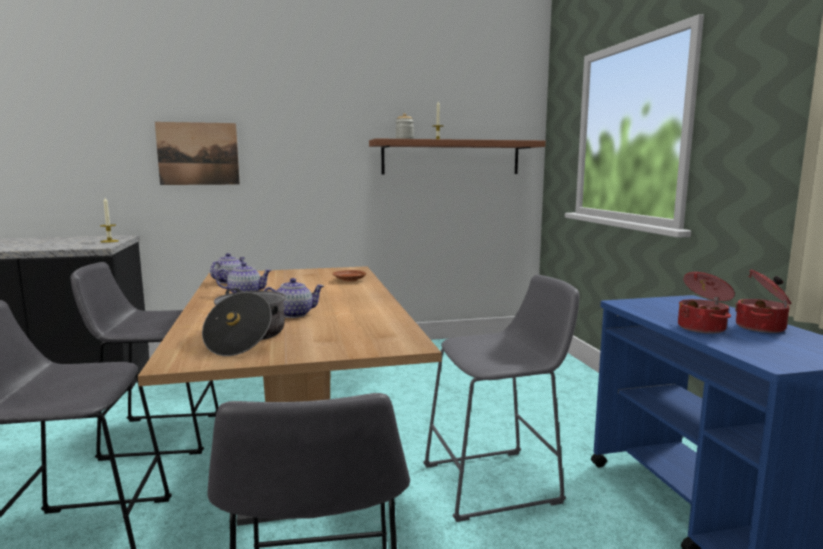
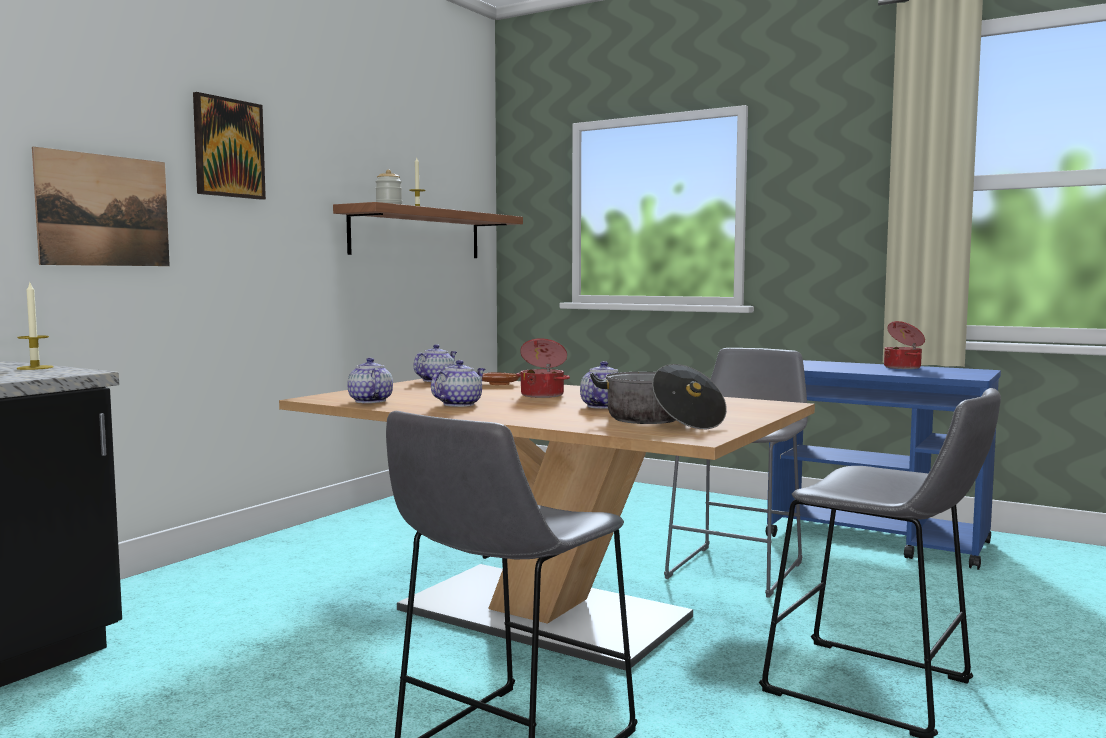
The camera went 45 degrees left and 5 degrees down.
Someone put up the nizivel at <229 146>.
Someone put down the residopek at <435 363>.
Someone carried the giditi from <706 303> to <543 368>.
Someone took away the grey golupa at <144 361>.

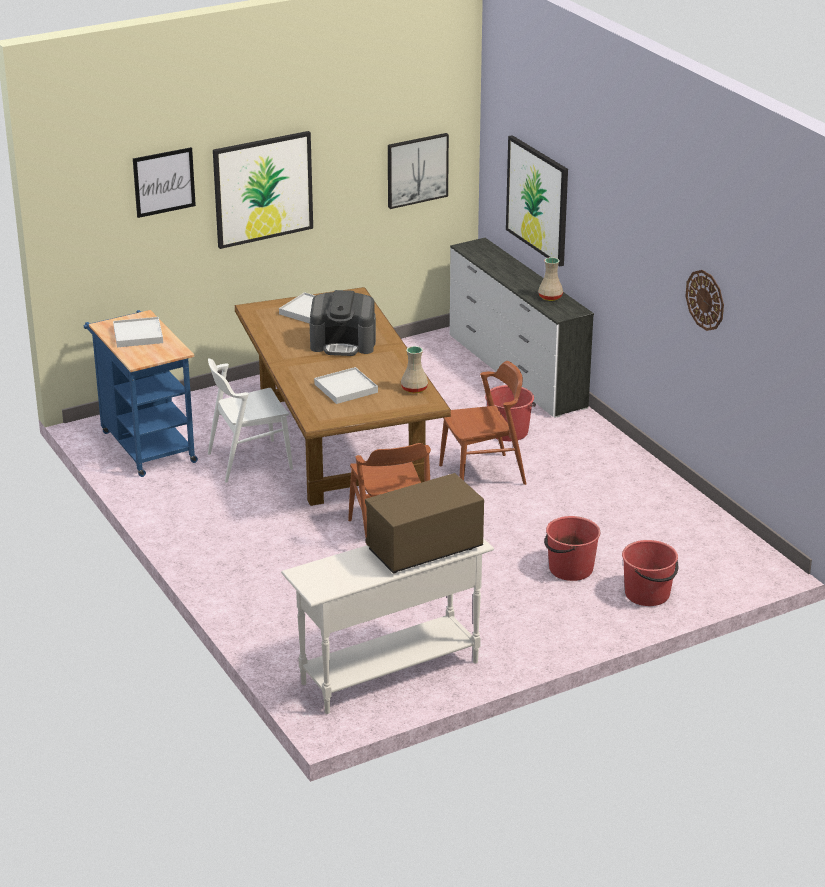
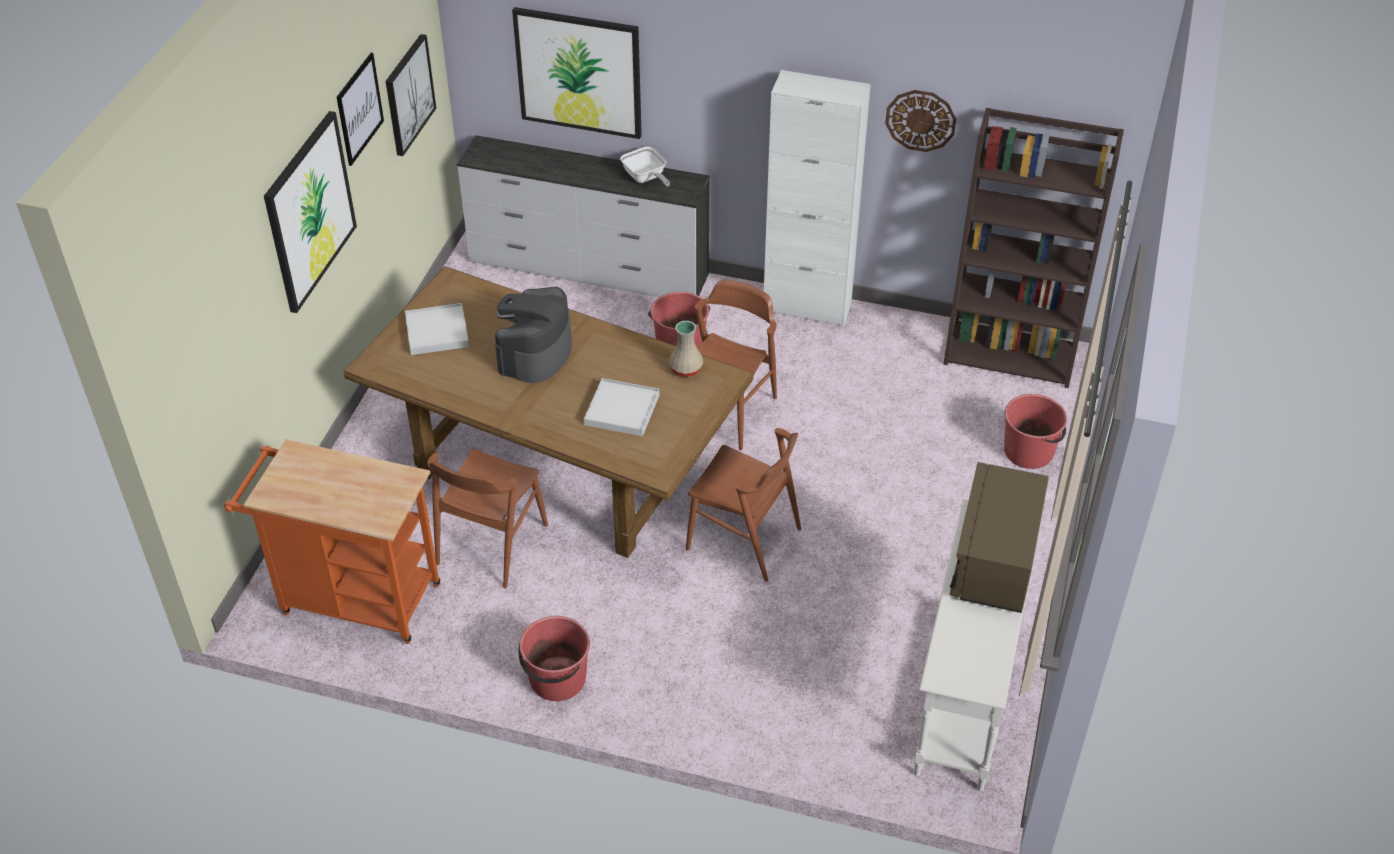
The camera went 45 degrees left and 15 degrees up.
Someone repainted the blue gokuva at <141 393>, which became the orange gokuva at <332 541>.
Someone carried the nizivel from <164 182> to <360 109>.
Someone repainted the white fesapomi at <250 420>, which became the brown fesapomi at <488 518>.
Someone rotated the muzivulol at <343 323> by 150 degrees clockwise.
Someone carried the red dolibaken from <572 548> to <554 658>.
Someone swapped the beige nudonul at <550 279> for the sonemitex at <645 167>.
Someone put down the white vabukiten at <817 198>.
Someone put down the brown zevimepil at <1033 248>.
Someone took away the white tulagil at <138 332>.

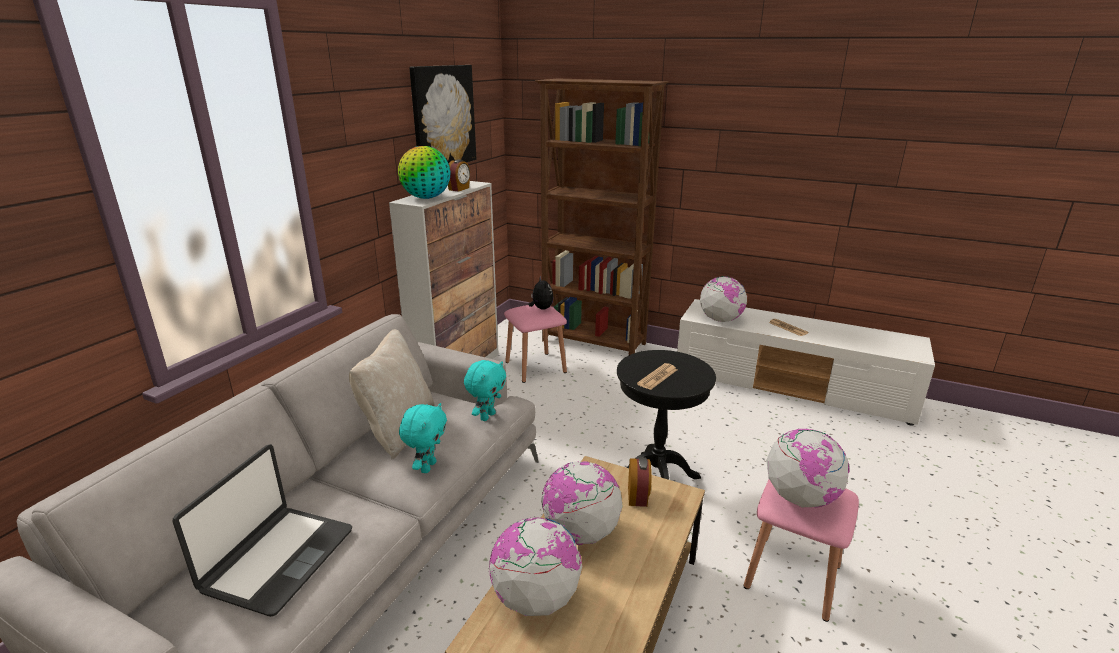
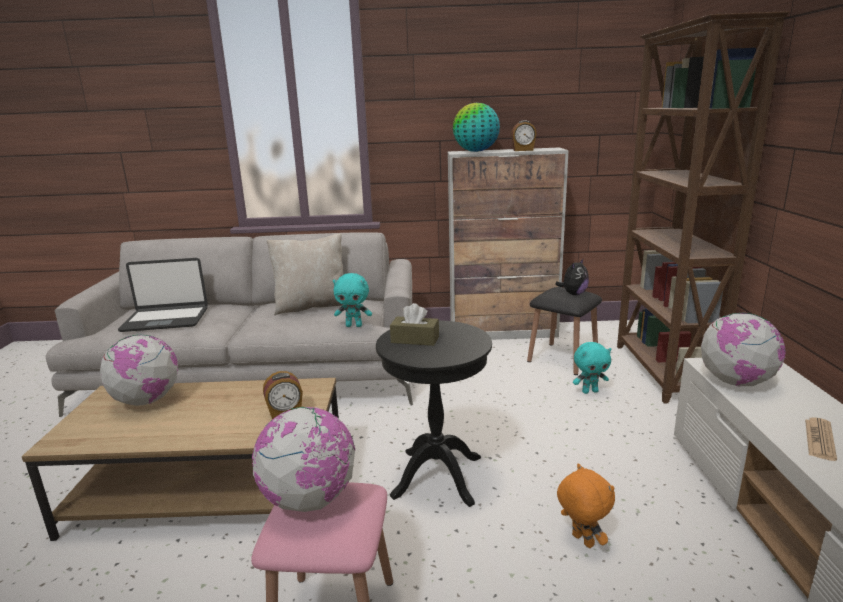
The camera went 65 degrees right and 5 degrees down.
Someone swapped the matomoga at <657 376> for the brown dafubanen at <414 324>.
Someone repainted the pink golupa at <535 343>, which became the black golupa at <564 331>.
Someone put down the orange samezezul at <586 505>.
Someone carried the turquoise samezezul from <423 438> to <592 368>.
Someone took away the nizivel at <442 114>.
Someone took away the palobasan at <582 503>.

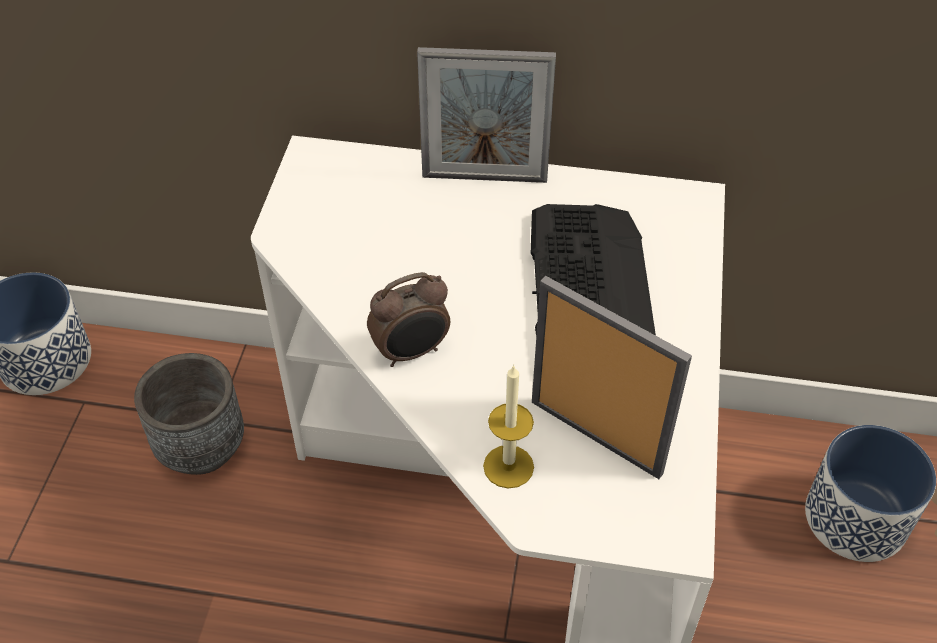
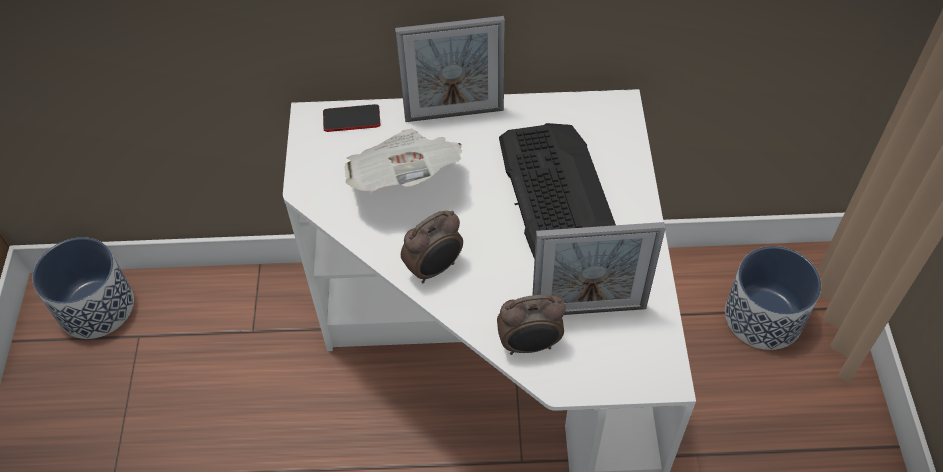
The camera went 10 degrees left and 5 degrees up.
Someone put down the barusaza at <351 118>.
Someone put down the matomoga at <403 160>.
Someone swapped the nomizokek at <508 426> for the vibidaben at <531 325>.
Someone rotated the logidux at <612 377> by 150 degrees clockwise.
Someone took away the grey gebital at <189 414>.

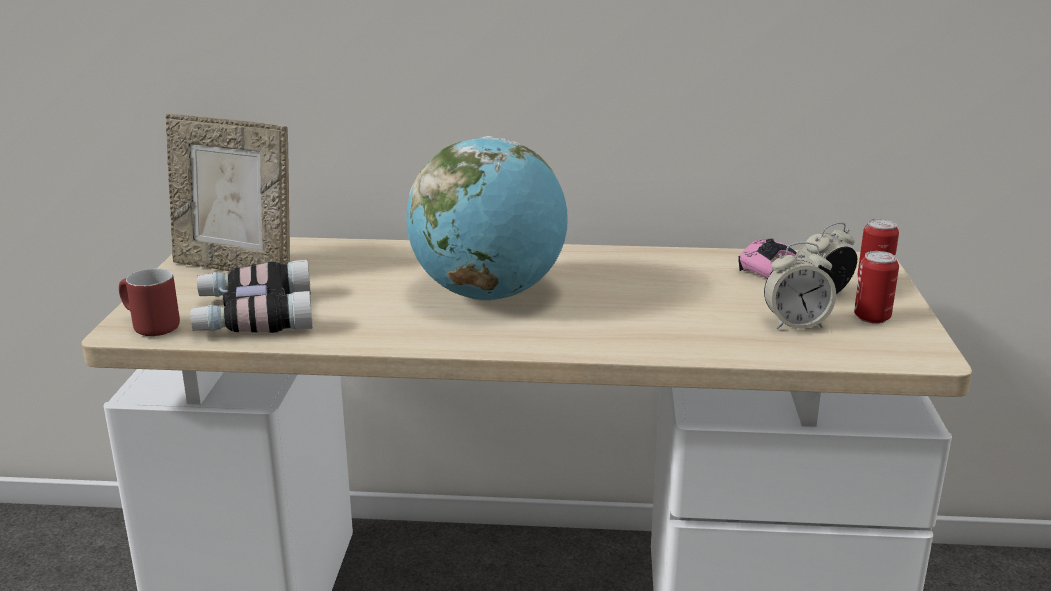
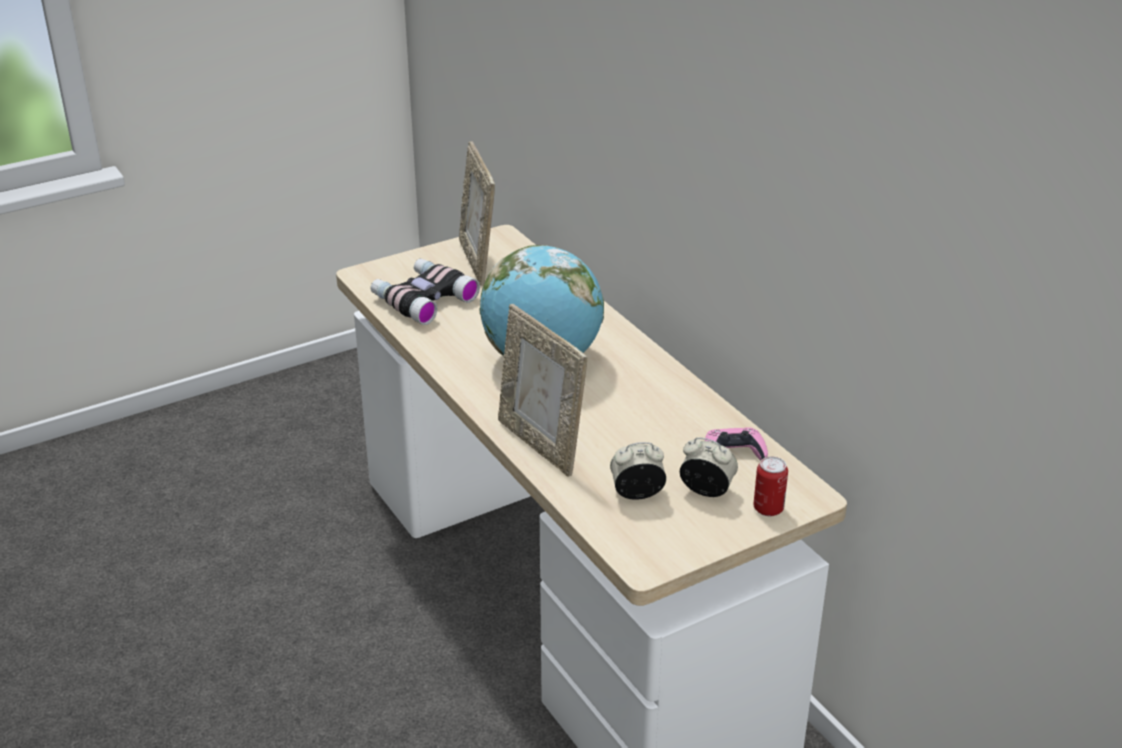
The camera went 55 degrees right and 10 degrees up.
Someone put down the logidux at <542 390>.
Someone rotated the vibidaben at <800 285> by 120 degrees clockwise.
Someone took away the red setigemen at <149 302>.
Someone took away the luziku at <876 287>.

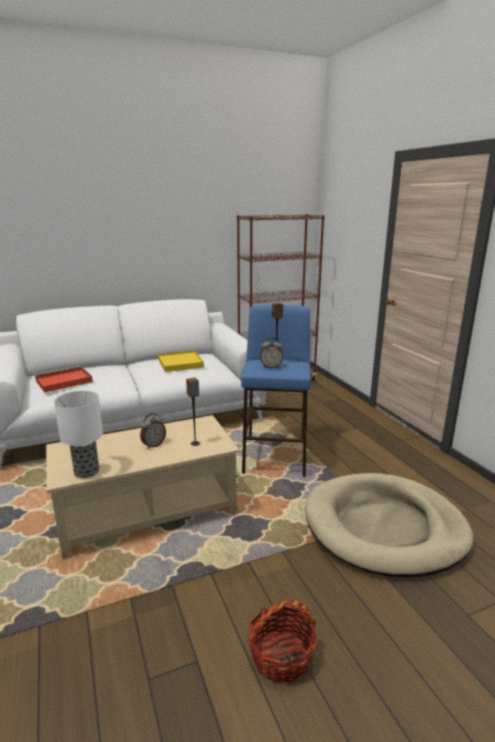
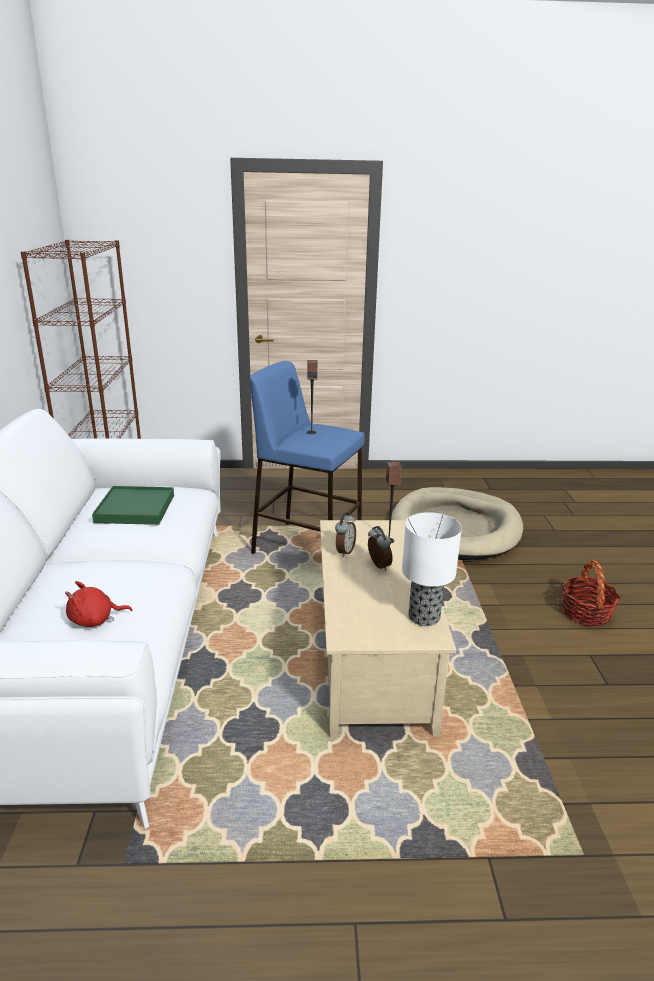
The camera went 70 degrees left and 5 degrees up.
Someone swapped the red tulagil at <64 379> for the red samezezul at <98 604>.
Someone repainted the yellow tulagil at <181 361>, which became the green tulagil at <133 505>.
Someone carried the vibidaben from <271 352> to <345 534>.

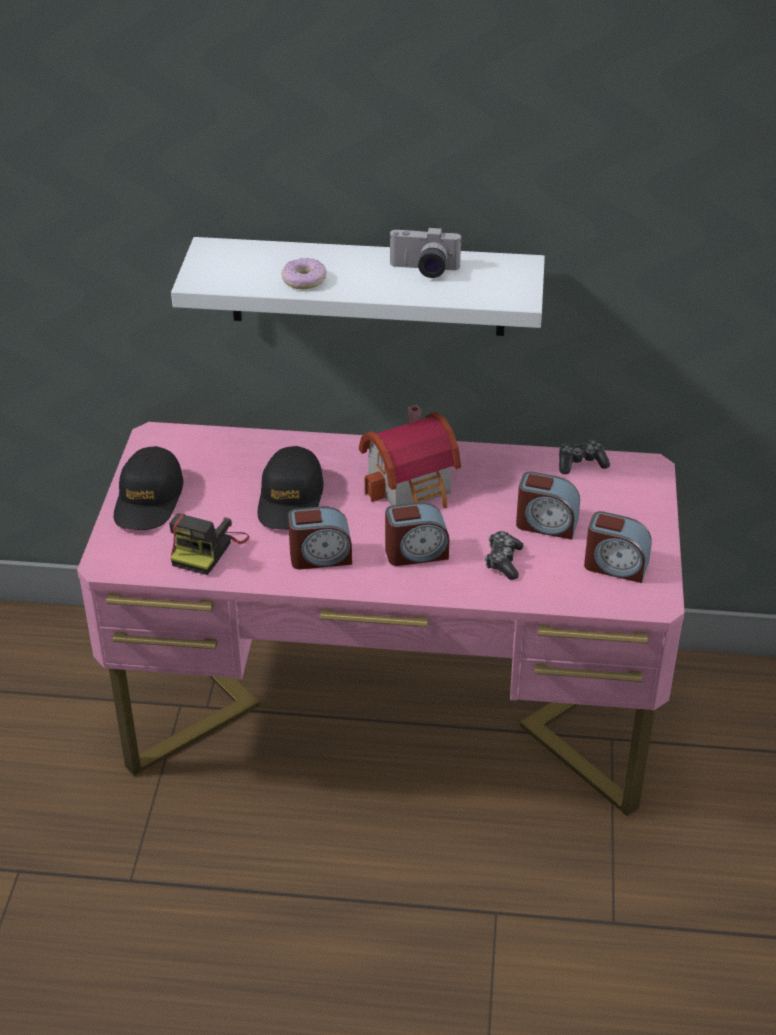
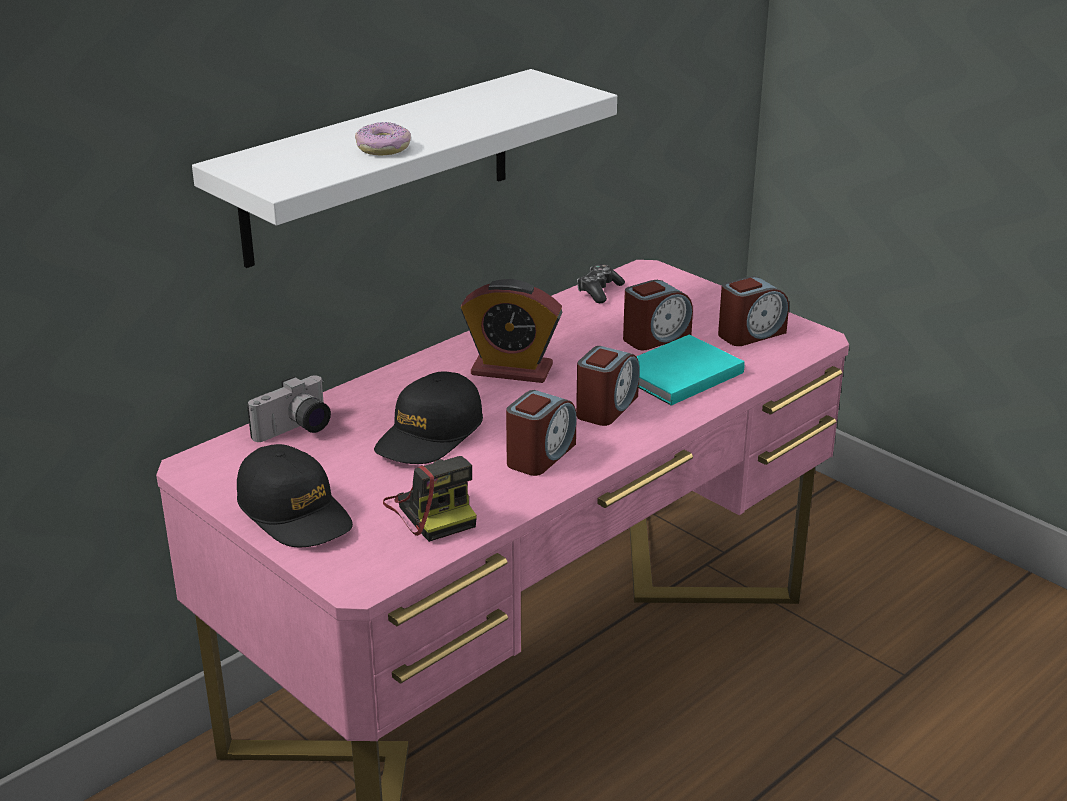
The camera went 50 degrees left and 10 degrees down.
Someone carried the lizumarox from <426 252> to <289 408>.
Someone rotated the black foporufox at <290 488> by 75 degrees clockwise.
Someone swapped the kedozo at <410 456> for the vibidaben at <511 331>.
Someone swapped the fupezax at <504 555> for the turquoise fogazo at <690 370>.

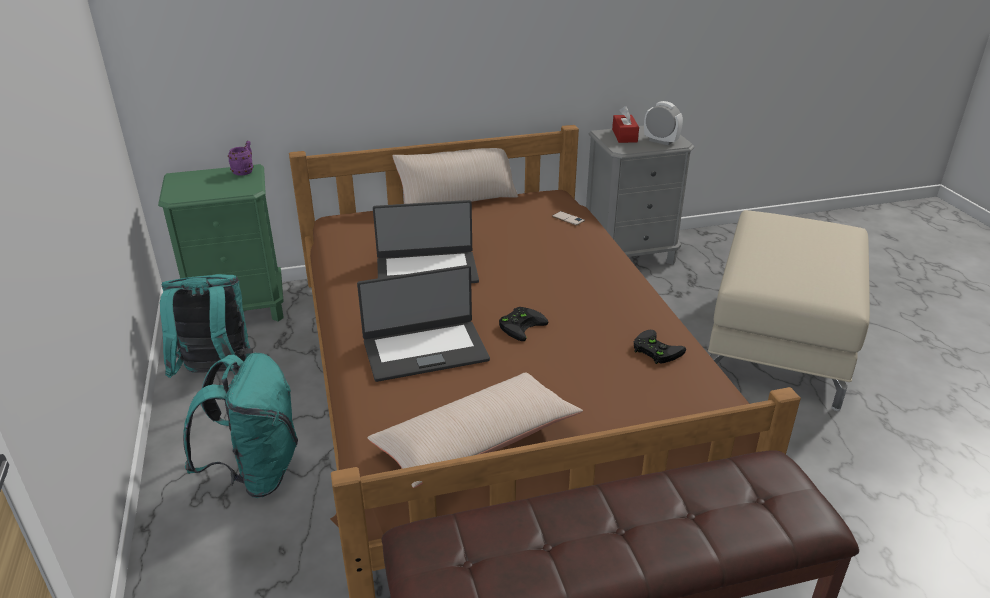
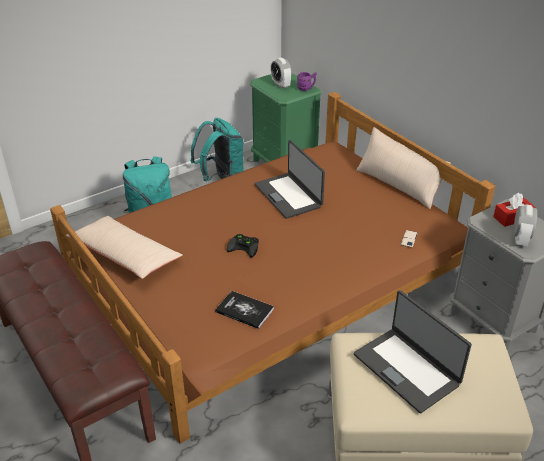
The camera went 70 degrees right and 5 degrees up.
Someone swapped the black fupezax at <660 347> for the fogazo at <244 310>.
Someone put down the vibidaben at <281 73>.
Someone carried the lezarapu from <423 323> to <413 352>.

